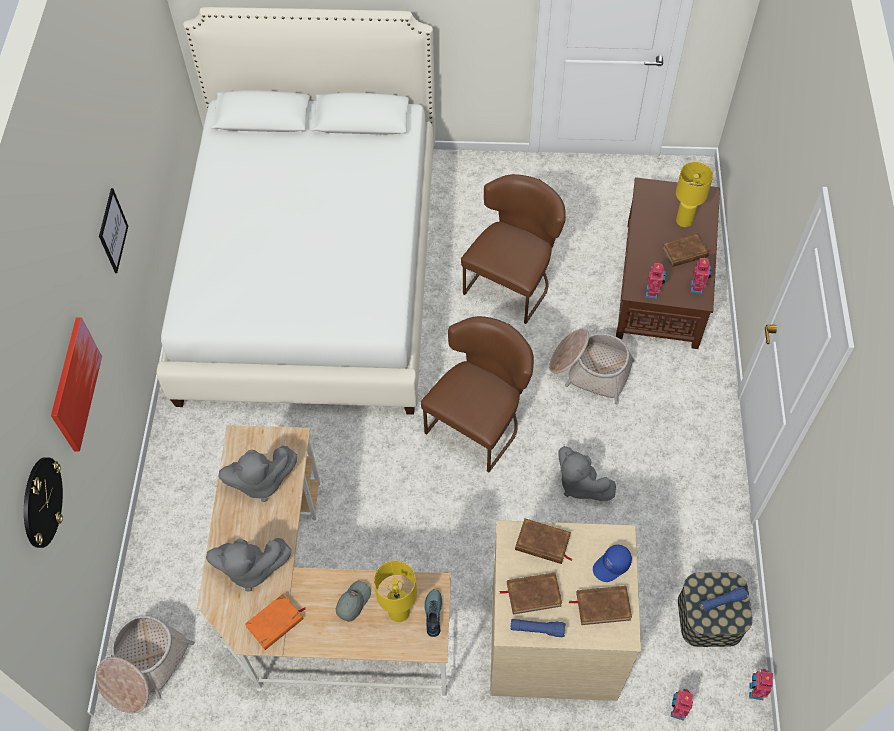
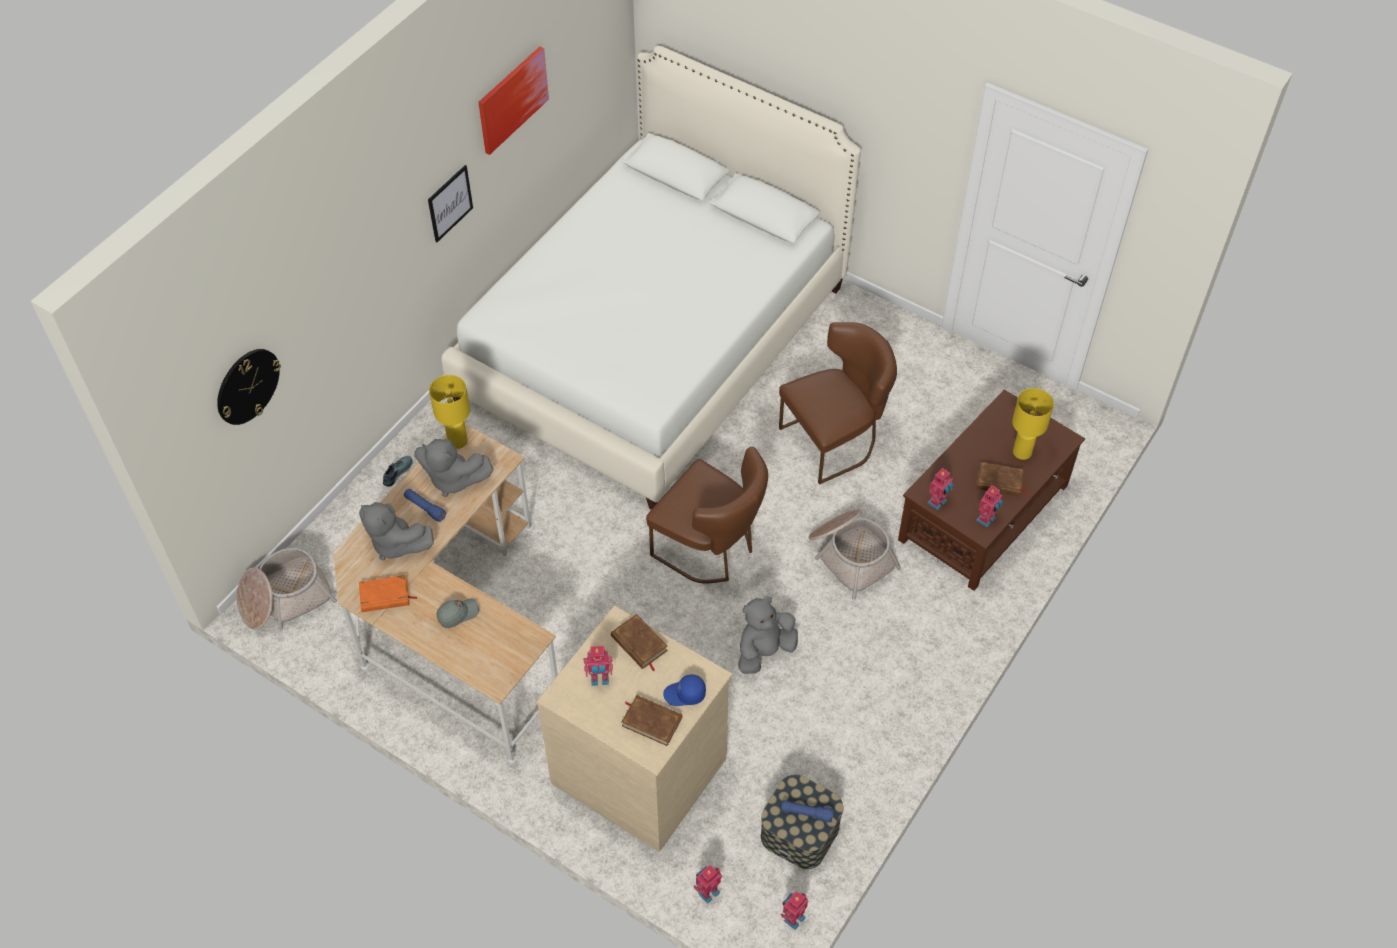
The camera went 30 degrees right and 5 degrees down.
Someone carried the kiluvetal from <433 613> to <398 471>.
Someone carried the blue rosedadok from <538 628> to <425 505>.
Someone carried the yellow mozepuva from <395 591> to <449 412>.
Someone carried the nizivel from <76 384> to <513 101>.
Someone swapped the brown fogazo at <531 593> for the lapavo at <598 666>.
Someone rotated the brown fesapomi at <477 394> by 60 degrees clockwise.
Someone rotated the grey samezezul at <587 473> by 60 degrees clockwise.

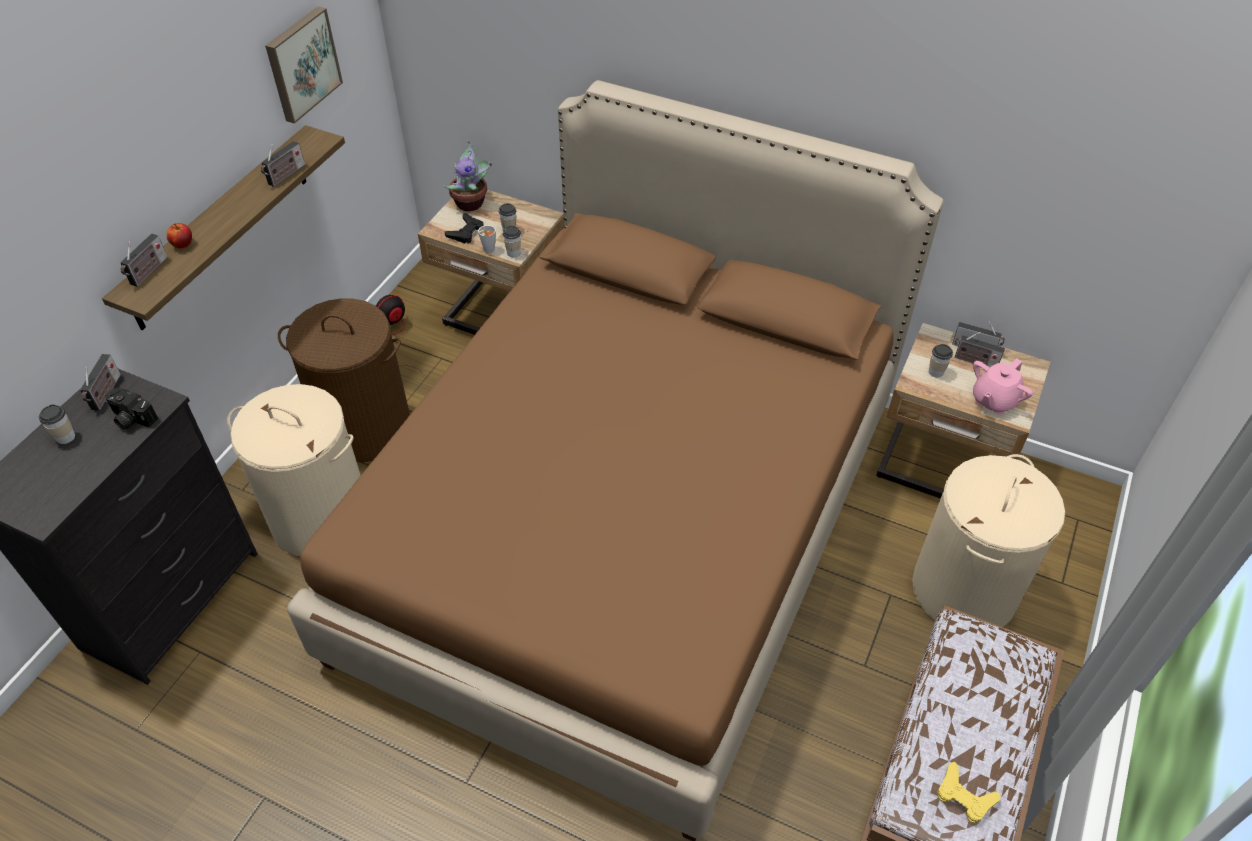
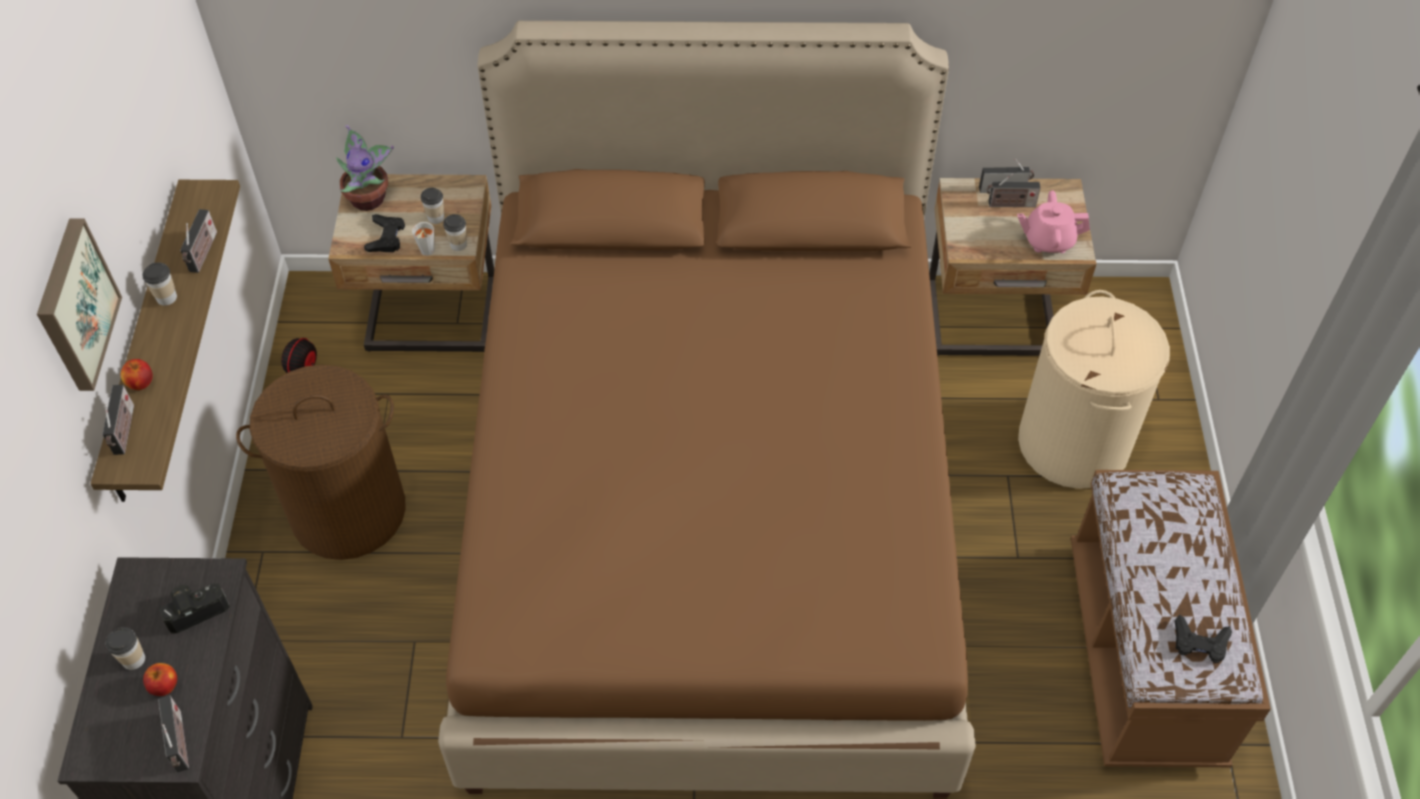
The camera went 25 degrees left and 5 degrees up.
Someone carried the nizivel from <304 65> to <79 304>.
Someone carried the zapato from <941 360> to <159 284>.
Someone put down the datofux at <160 679>.
Someone carried the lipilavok from <100 382> to <173 733>.
Someone rotated the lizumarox at <131 408> by 150 degrees clockwise.
Someone rotated the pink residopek at <1003 386> by 75 degrees clockwise.
Someone repainted the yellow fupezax at <968 792>, which became the black fupezax at <1203 639>.
Someone took away the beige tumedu at <294 470>.

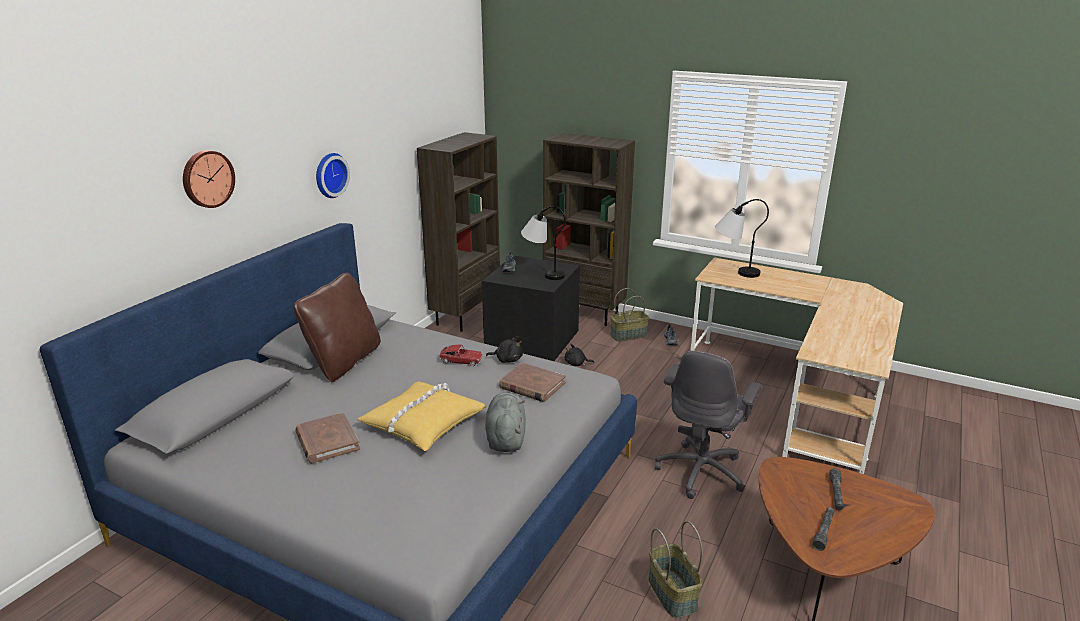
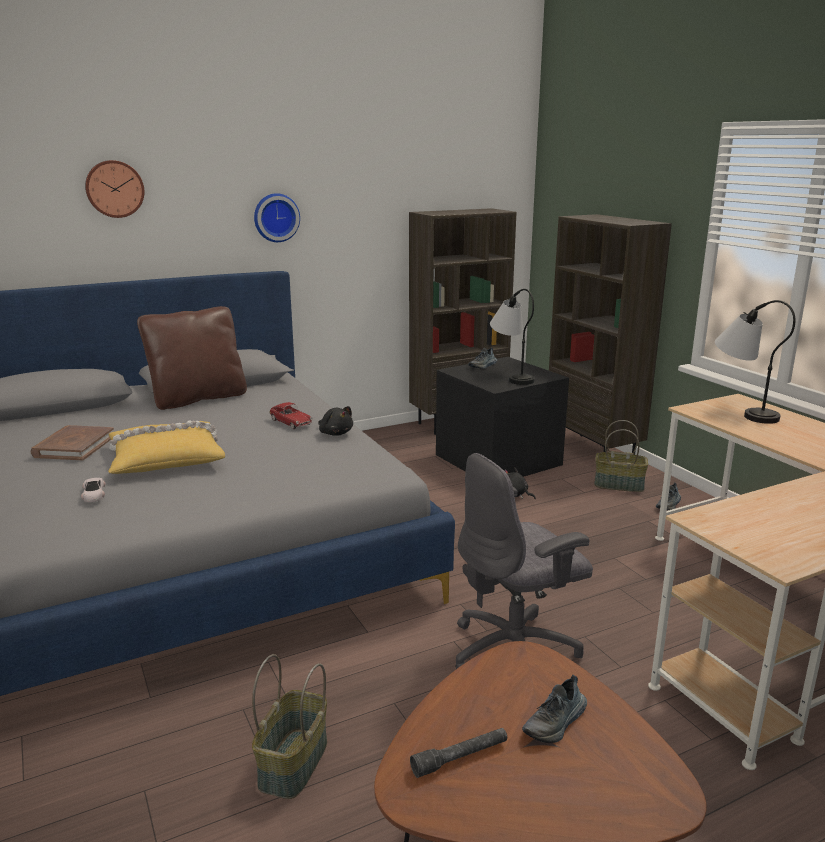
The camera went 35 degrees right and 5 degrees down.
Someone put down the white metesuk at <93 490>.
Someone swapped the grey rosedadok at <836 489> for the kiluvetal at <554 709>.
Someone took away the grey samezezul at <505 422>.
Someone took away the brown fogazo at <532 382>.

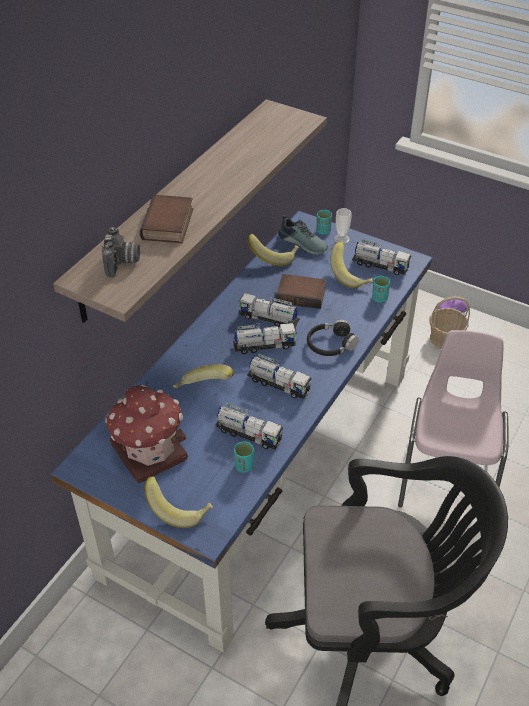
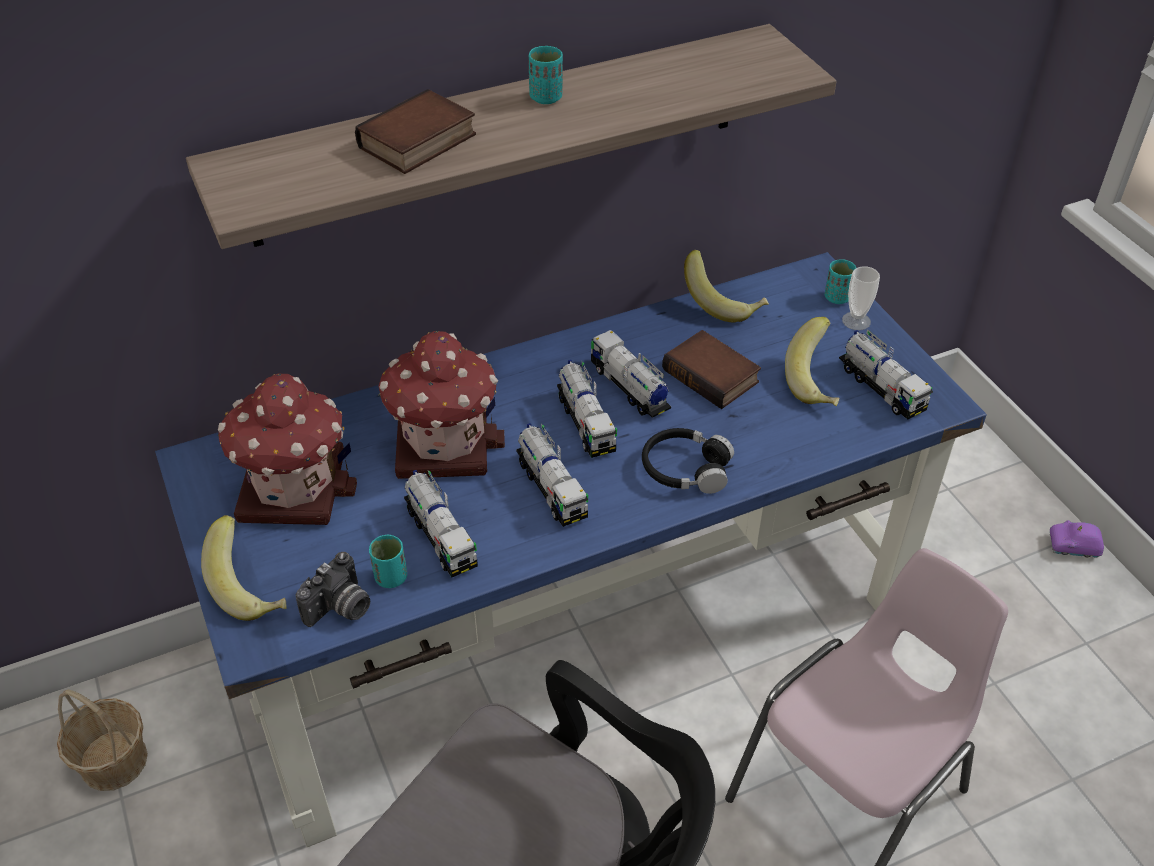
The camera went 35 degrees right and 0 degrees up.
Someone carried the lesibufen from <449 323> to <102 740>.
Someone carried the lizumarox from <121 252> to <333 589>.
Someone swapped the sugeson at <203 376> for the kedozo at <441 405>.
Someone carried the turquoise zapato from <381 289> to <546 74>.
Someone rotated the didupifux at <265 338> by 45 degrees clockwise.
Someone took away the kiluvetal at <303 234>.

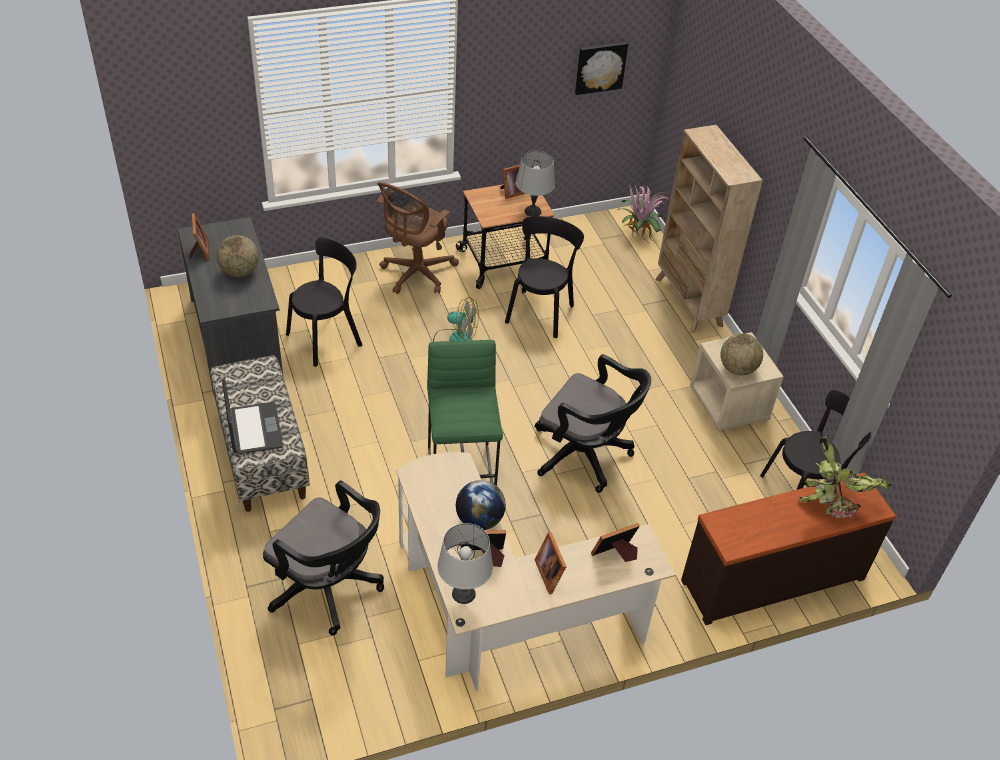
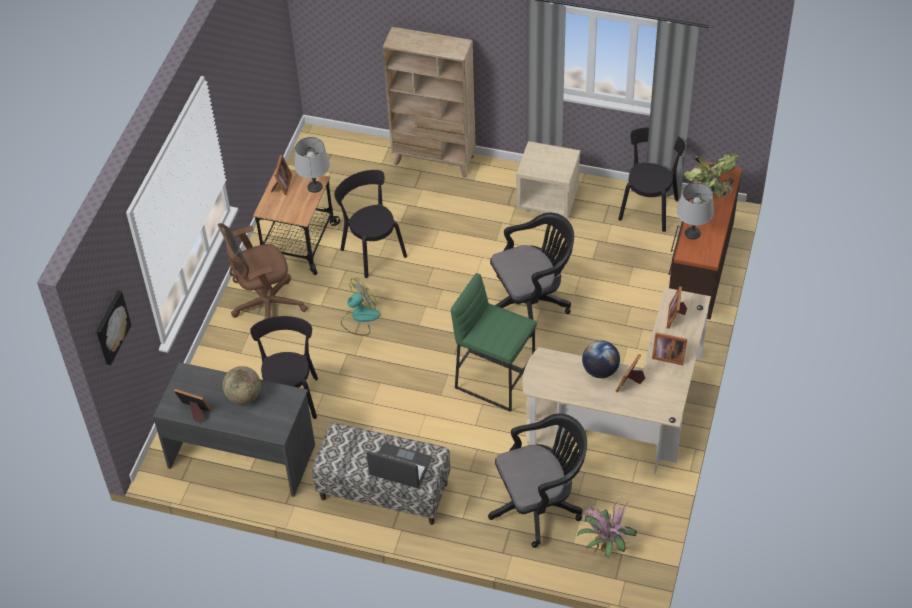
The camera went 50 degrees left and 5 degrees up.
Someone carried the nizivel from <601 68> to <113 328>.
Someone rotated the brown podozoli at <417 238> by 90 degrees clockwise.
Someone carried the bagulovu from <643 214> to <607 528>.
Someone carried the grey mozepuva from <465 563> to <695 211>.
Someone took away the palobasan at <742 354>.

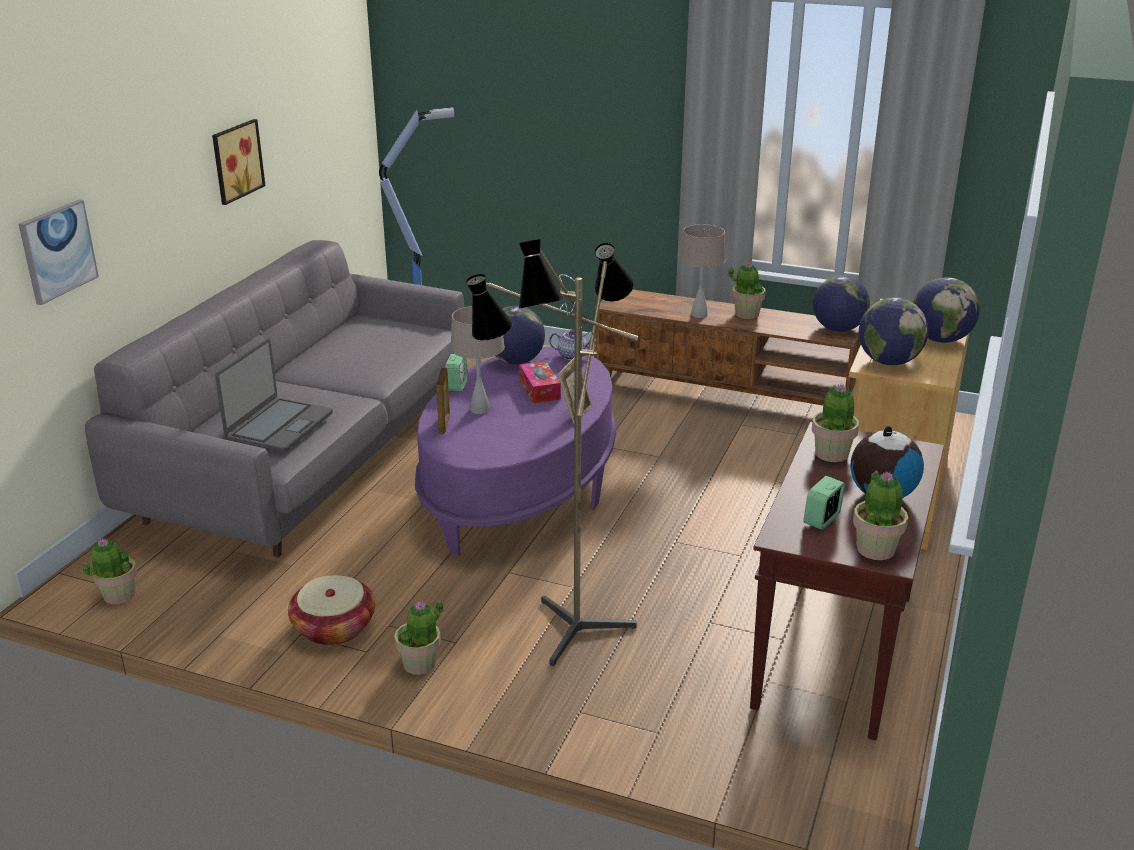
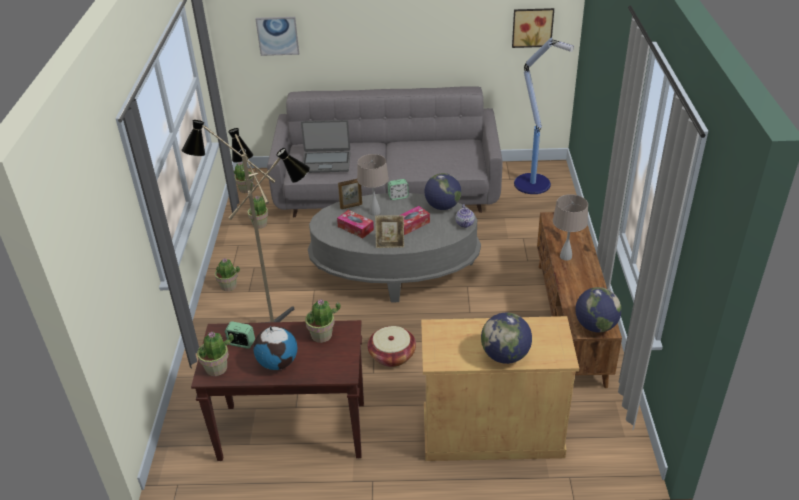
The camera went 70 degrees right and 10 degrees up.
Someone carried the bagulovu from <746 290> to <258 212>.
Someone repainted the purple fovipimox at <515 451>, which became the grey fovipimox at <394 247>.
Someone put down the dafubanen at <355 224>.
Someone carried the lesibufen from <331 610> to <392 346>.
Someone carried the nizivel from <238 162> to <533 28>.
Someone took away the palobasan at <893 331>.

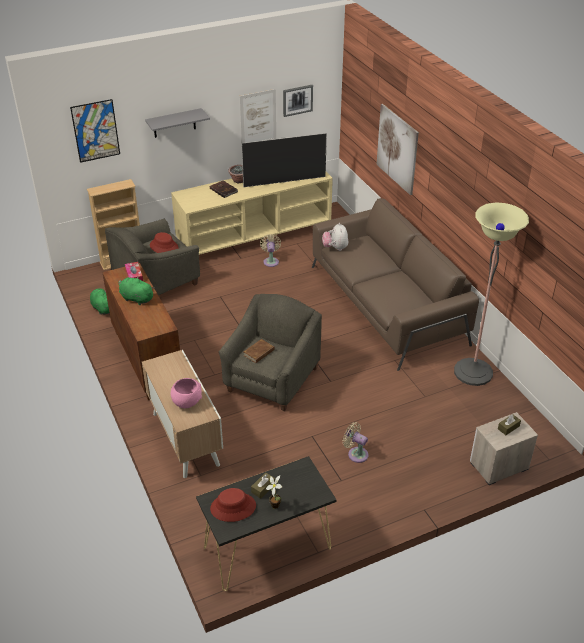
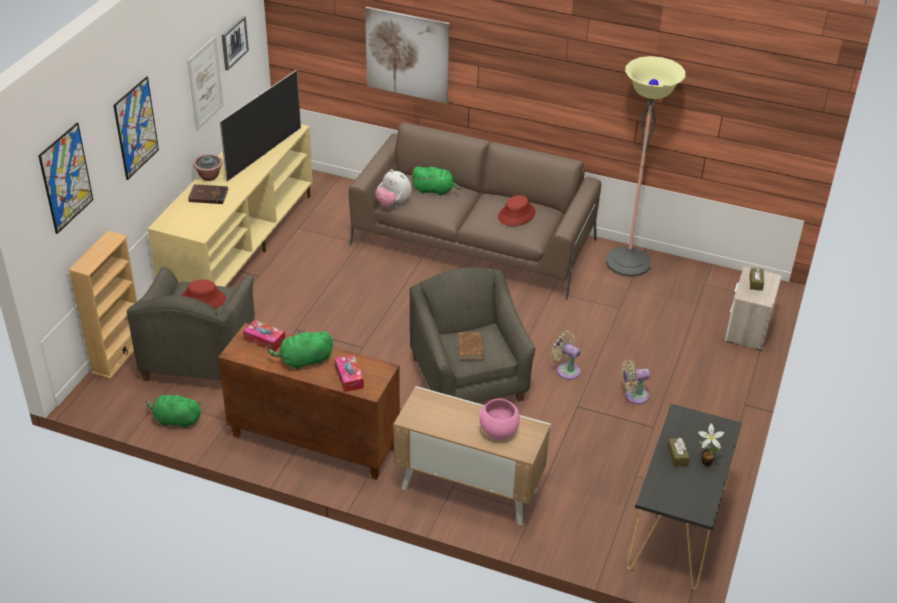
The camera went 45 degrees left and 0 degrees up.
Someone swapped the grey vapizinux at <177 123> for the nizivel at <136 128>.
Someone put down the dafubanen at <349 373>.
Someone put down the green samezezul at <436 181>.
Someone carried the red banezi from <233 505> to <517 210>.
Someone carried the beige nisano from <270 250> to <566 355>.

